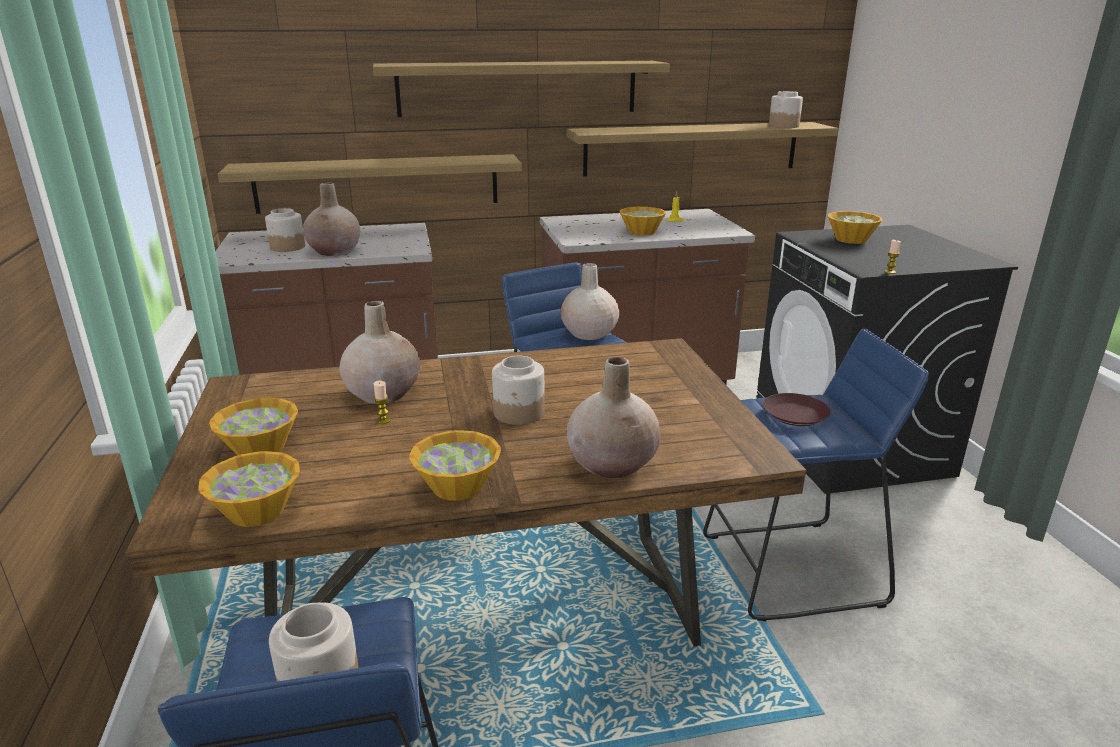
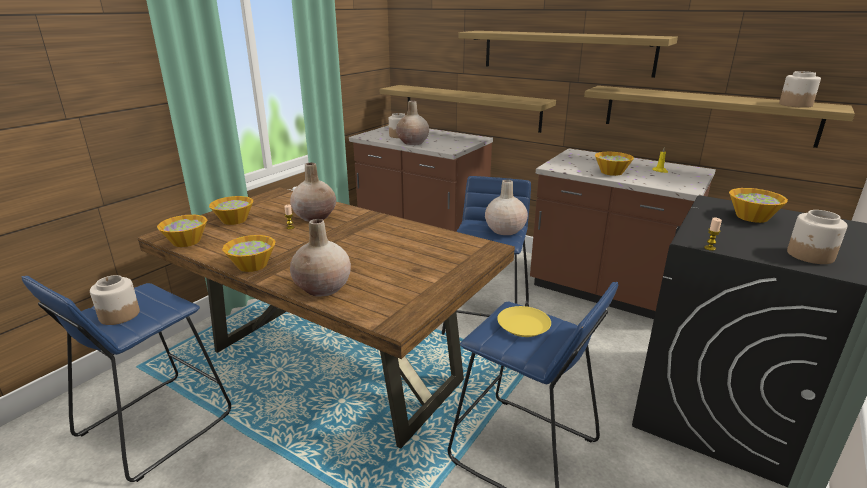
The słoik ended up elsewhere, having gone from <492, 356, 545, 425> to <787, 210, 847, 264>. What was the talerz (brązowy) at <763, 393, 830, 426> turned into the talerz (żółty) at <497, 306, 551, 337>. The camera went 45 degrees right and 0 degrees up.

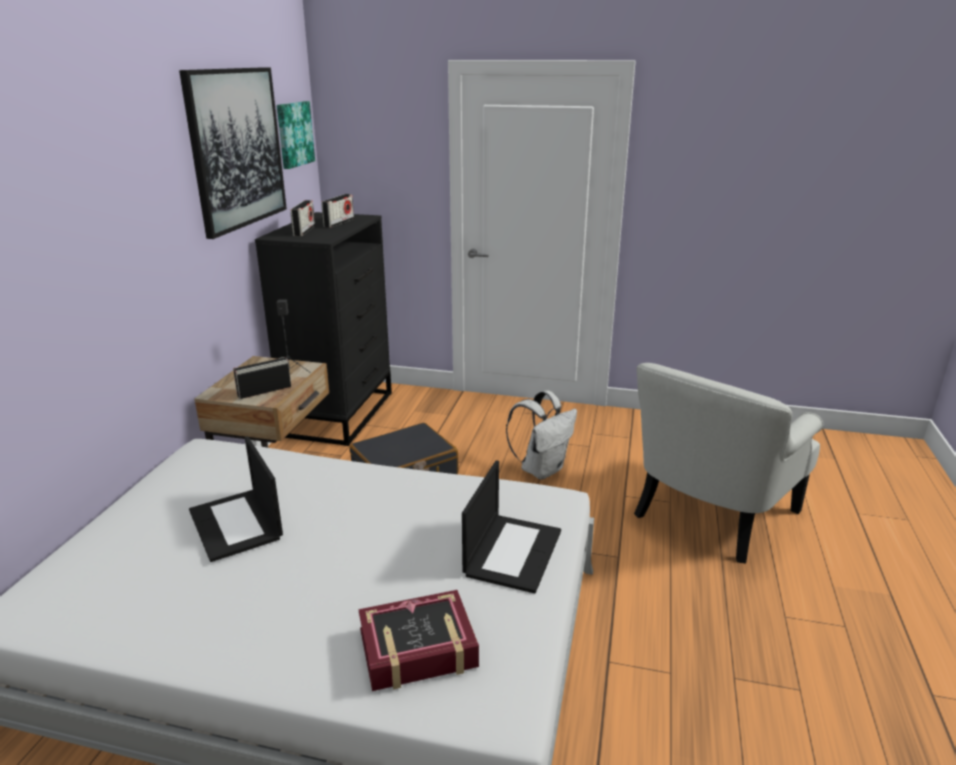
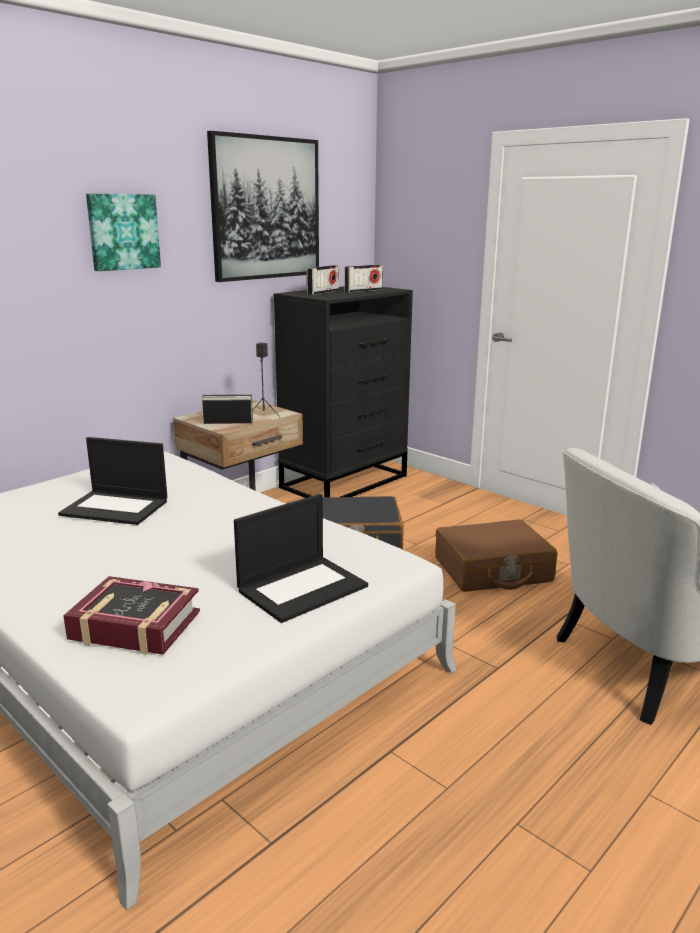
The obraz ended up elsewhere, having gone from <277, 101, 315, 169> to <86, 194, 161, 271>. Where the plecak (biały) stood at <506, 391, 577, 480>, the walizka (brązowy) came to stand at <435, 519, 557, 592>. The laptop at <189, 436, 283, 562> ended up facing another way, 75 degrees counterclockwise from before. The camera went 30 degrees right and 5 degrees down.

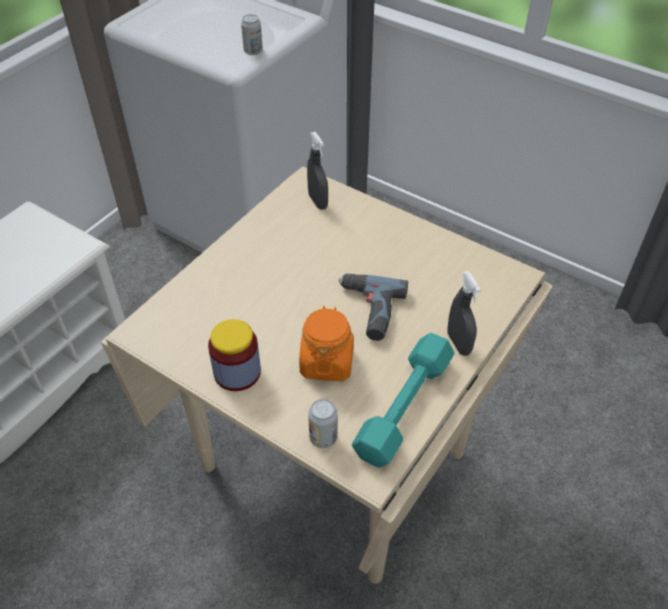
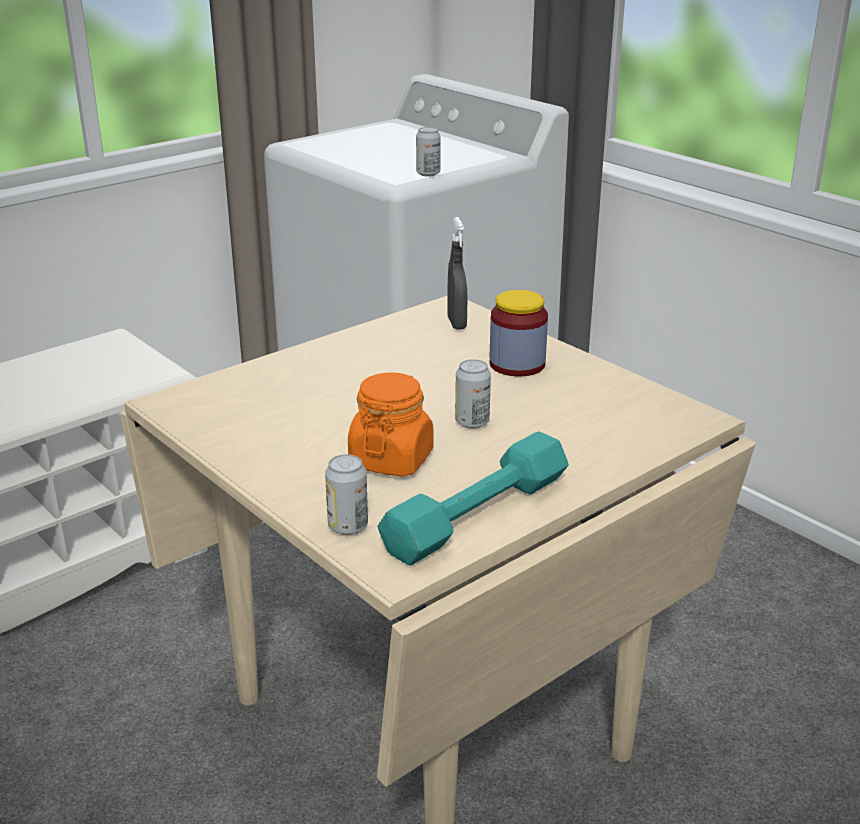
The second view lost the spryskiwacz (szary) at <448, 271, 481, 356>. The słoik ended up elsewhere, having gone from <208, 319, 261, 391> to <489, 290, 548, 377>. Where the wiertarka stood at <338, 273, 408, 341>, the puszka came to stand at <455, 359, 491, 429>. The camera went 15 degrees right and 20 degrees down.

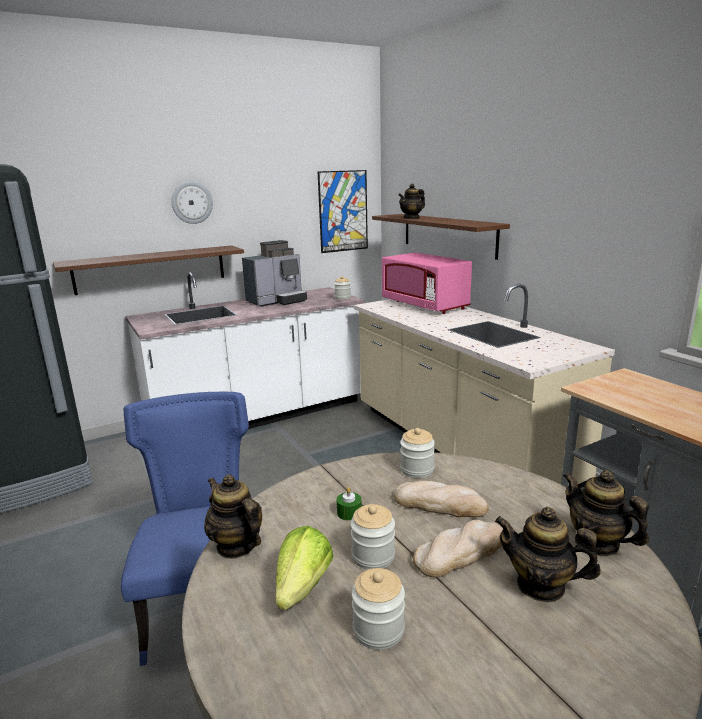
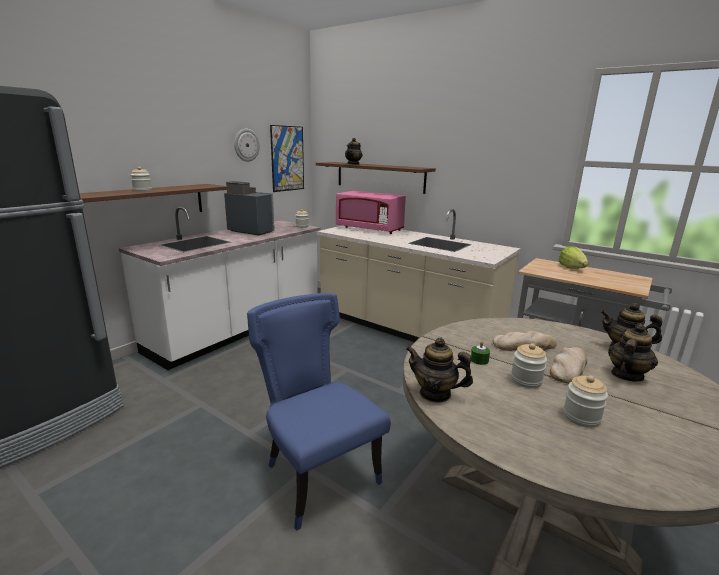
The zegar ścienny ended up elsewhere, having gone from <171, 181, 213, 224> to <234, 129, 260, 162>. The sałata ended up elsewhere, having gone from <276, 526, 334, 610> to <559, 246, 589, 269>. The słoik ended up elsewhere, having gone from <400, 428, 435, 478> to <131, 167, 152, 192>. The ekspres do kawy at <242, 240, 307, 307> ended up facing another way, 90 degrees counterclockwise from before. The imbryk at <495, 507, 601, 602> ended up facing another way, 135 degrees clockwise from before. The camera went 25 degrees left and 0 degrees up.

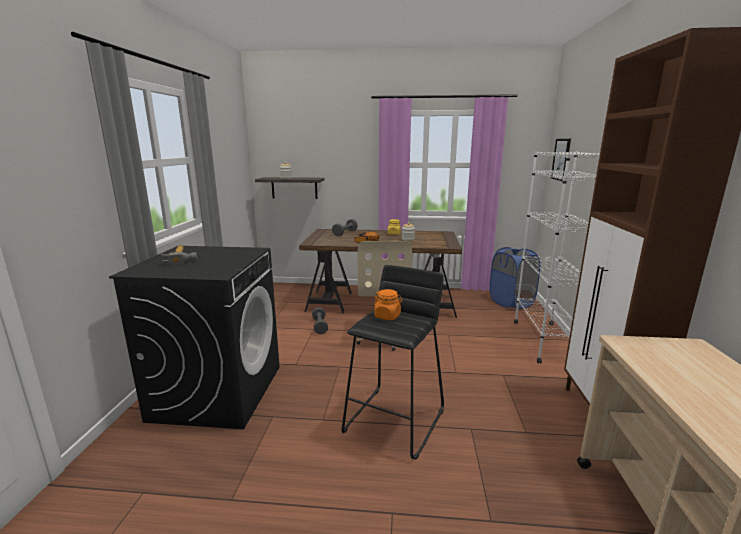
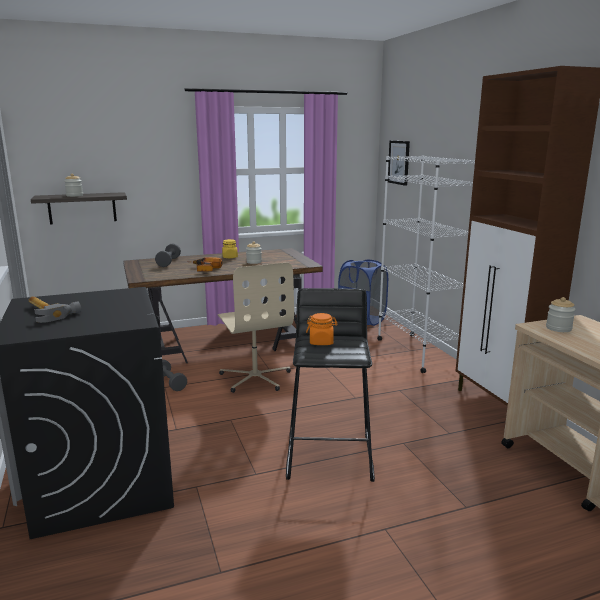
The second view gained the słoik at <546, 297, 576, 332>. The camera went 25 degrees left and 0 degrees up.

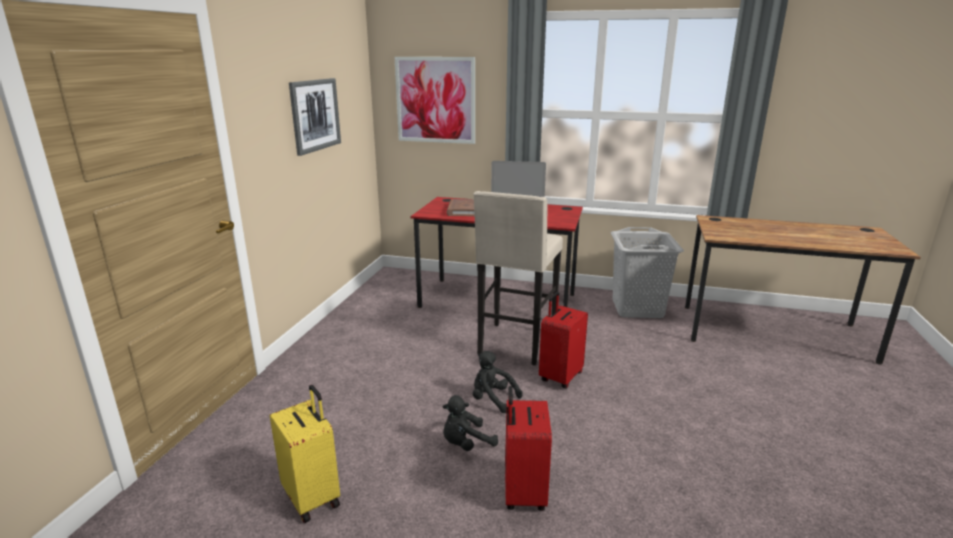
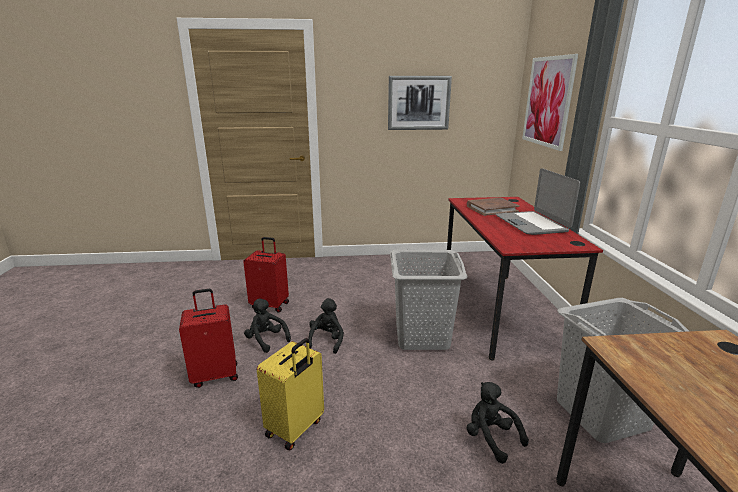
The second view gained the pluszak (czarny) at <467, 382, 529, 464>. The walizka (żółty) ended up elsewhere, having gone from <270, 385, 340, 523> to <257, 338, 324, 450>. The walizka (czerwony) ended up elsewhere, having gone from <539, 292, 588, 388> to <243, 237, 289, 313>. Where the stołek (beżowy) stood at <473, 191, 563, 365>, the kosz na pranie (szary) came to stand at <390, 250, 468, 350>. The camera went 70 degrees right and 0 degrees up.

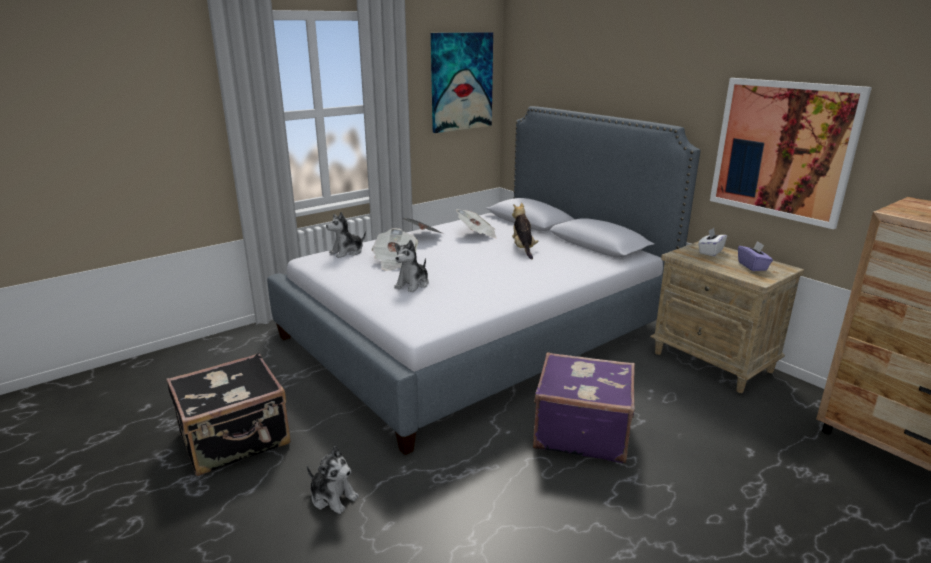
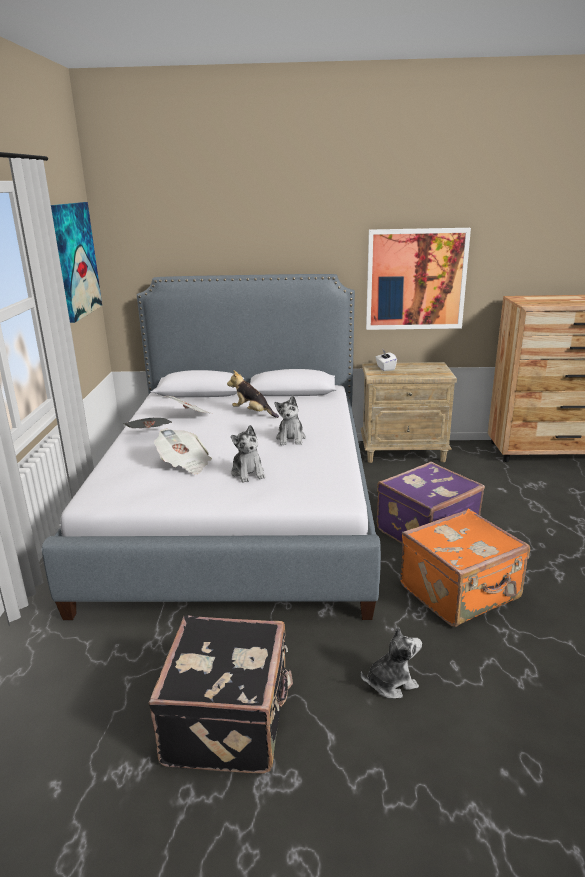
The second view lost the pudełko chusteczek (fioletowy) at <738, 241, 773, 271>. The second view gained the walizka (pomarańczowy) at <400, 509, 530, 627>. The pluszak ended up elsewhere, having gone from <326, 212, 366, 258> to <275, 396, 306, 445>. The camera went 50 degrees left and 0 degrees up.

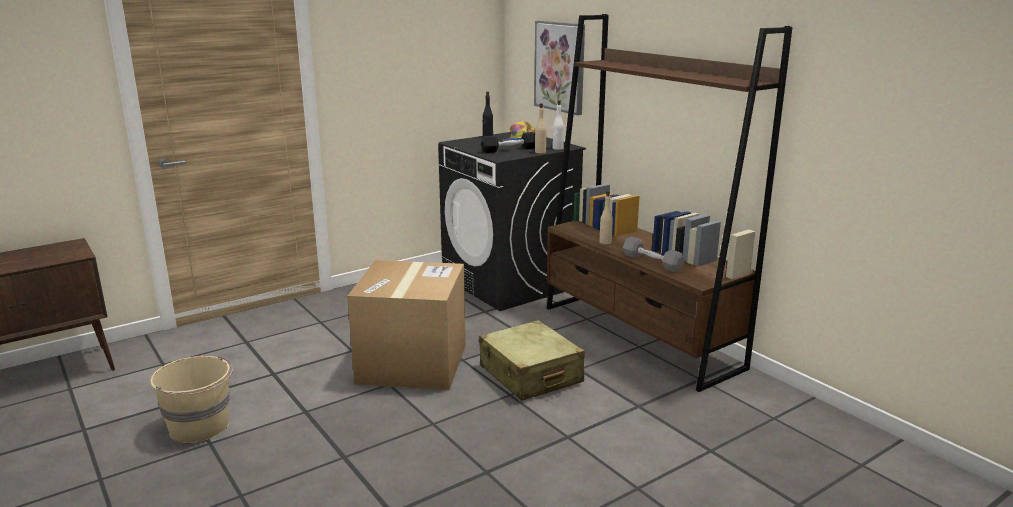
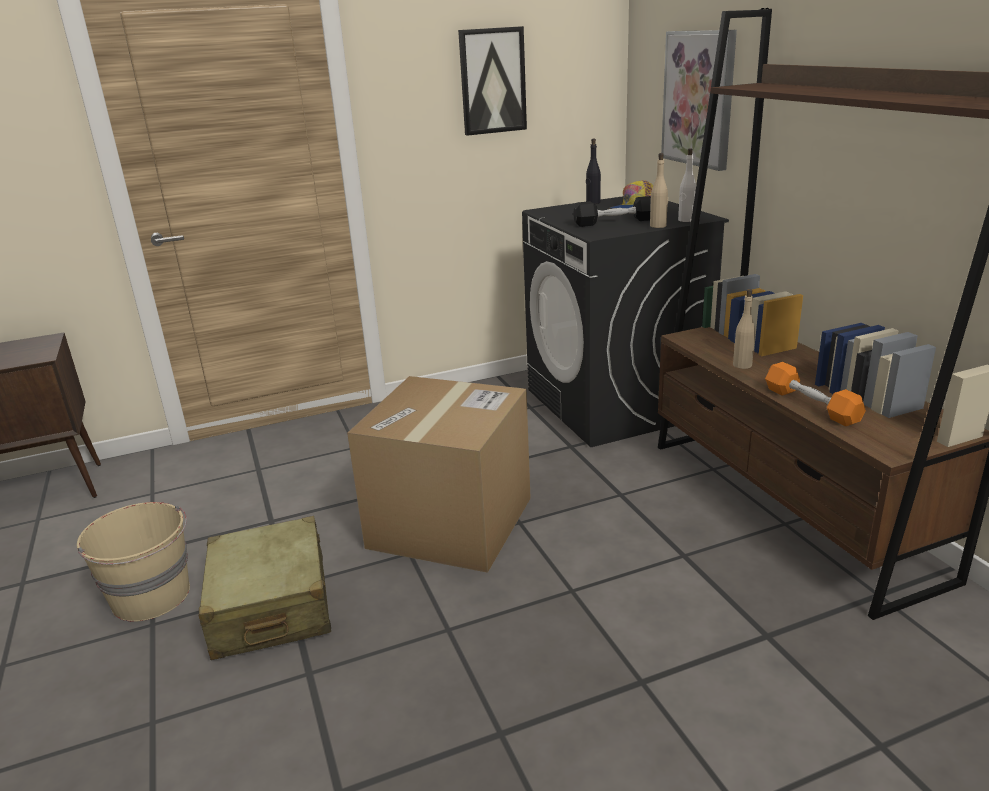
The second view gained the obraz at <458, 26, 527, 136>. The walizka (beżowy) ended up elsewhere, having gone from <479, 320, 585, 401> to <198, 516, 331, 660>. What was the hantel (szary) at <622, 237, 685, 272> turned into the hantel (pomarańczowy) at <765, 362, 866, 426>. The camera went 15 degrees right and 5 degrees up.

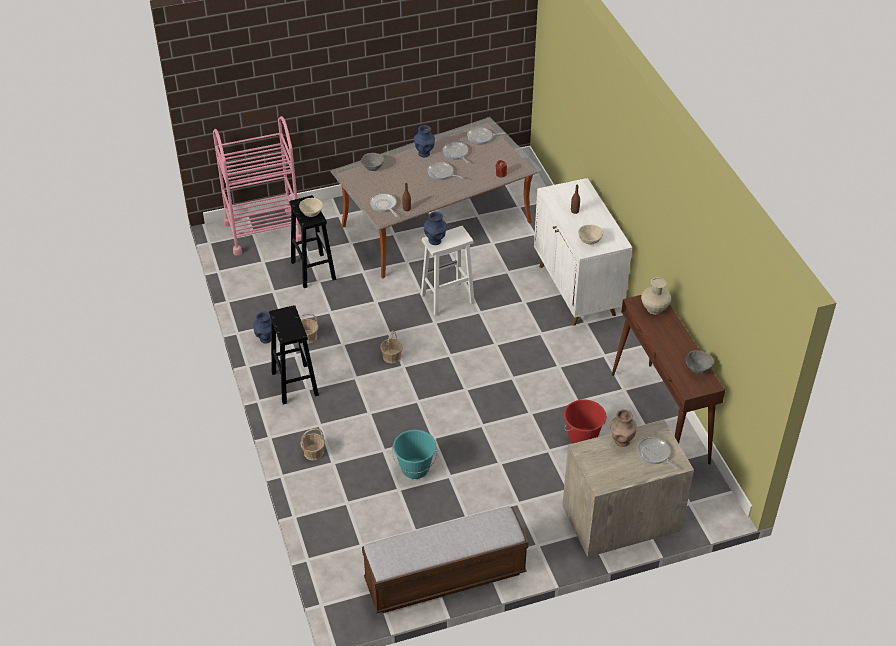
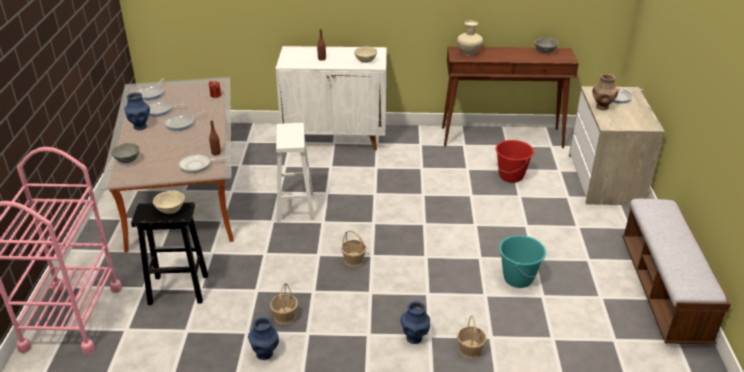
The second view lost the stołek (czarny) at <269, 305, 319, 405>. The wazon (niebieski) ended up elsewhere, having gone from <424, 211, 447, 245> to <401, 301, 430, 344>. The camera went 70 degrees left and 10 degrees down.

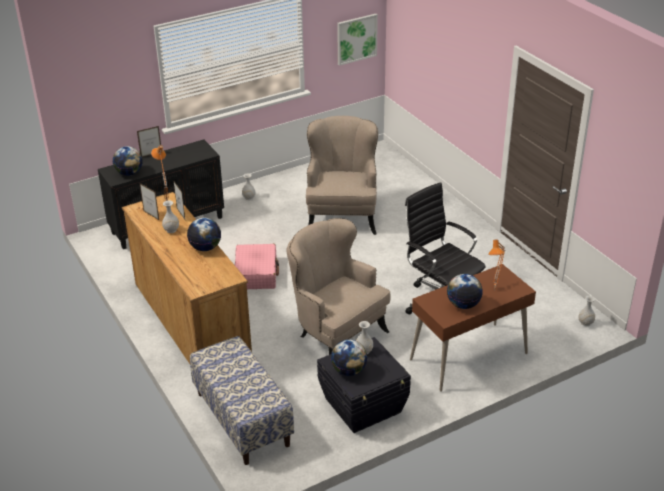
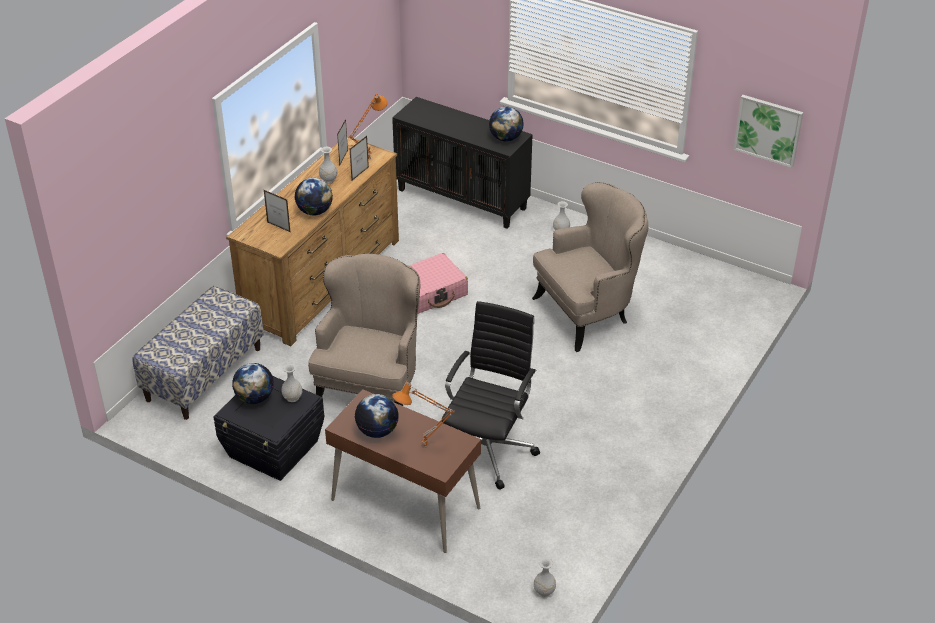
The globus ended up elsewhere, having gone from <113, 146, 143, 176> to <489, 107, 524, 142>. The ramka na zdjęcie ended up elsewhere, having gone from <137, 126, 161, 157> to <264, 190, 290, 232>. The camera went 60 degrees right and 5 degrees up.

